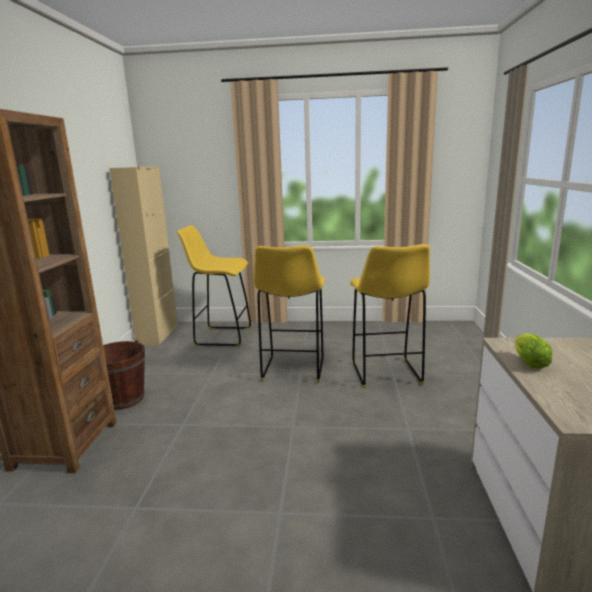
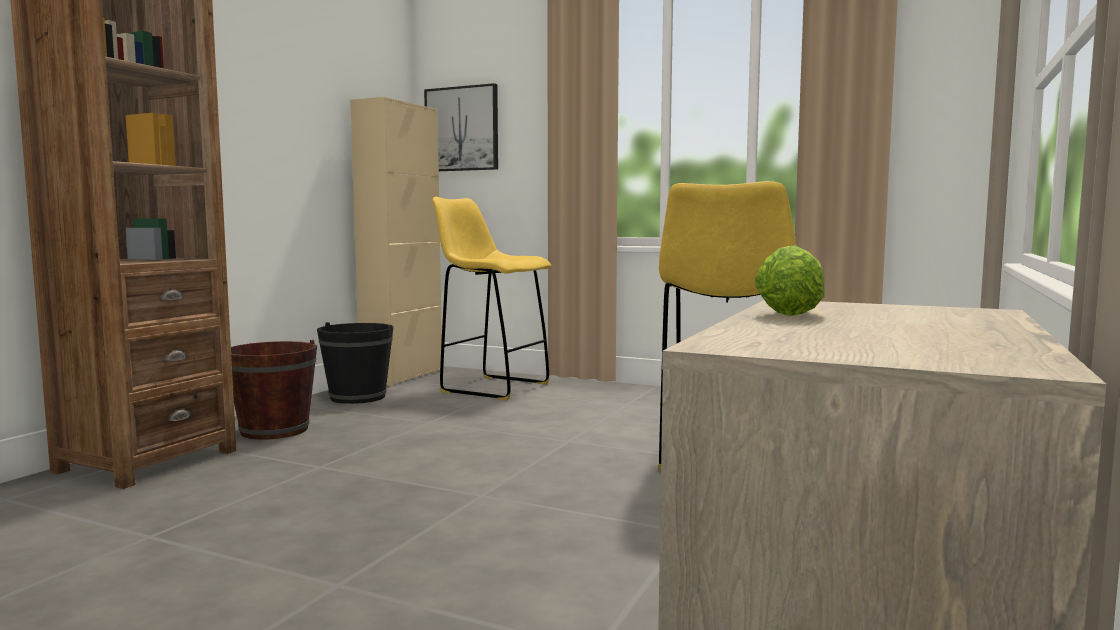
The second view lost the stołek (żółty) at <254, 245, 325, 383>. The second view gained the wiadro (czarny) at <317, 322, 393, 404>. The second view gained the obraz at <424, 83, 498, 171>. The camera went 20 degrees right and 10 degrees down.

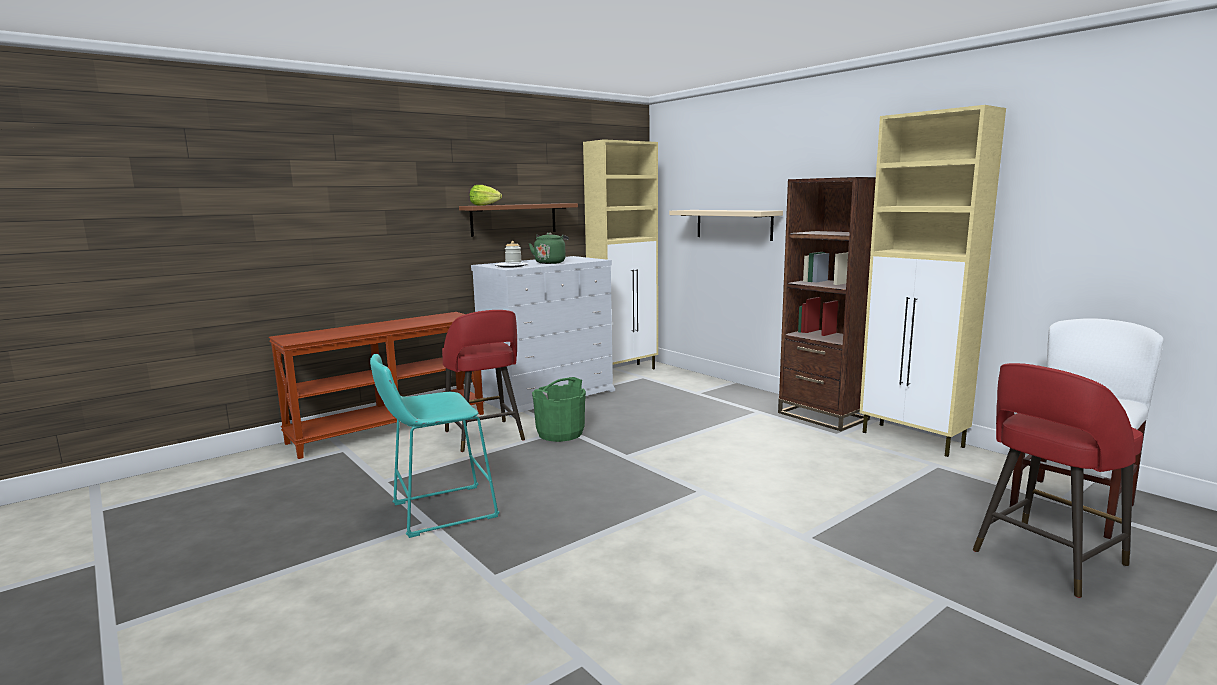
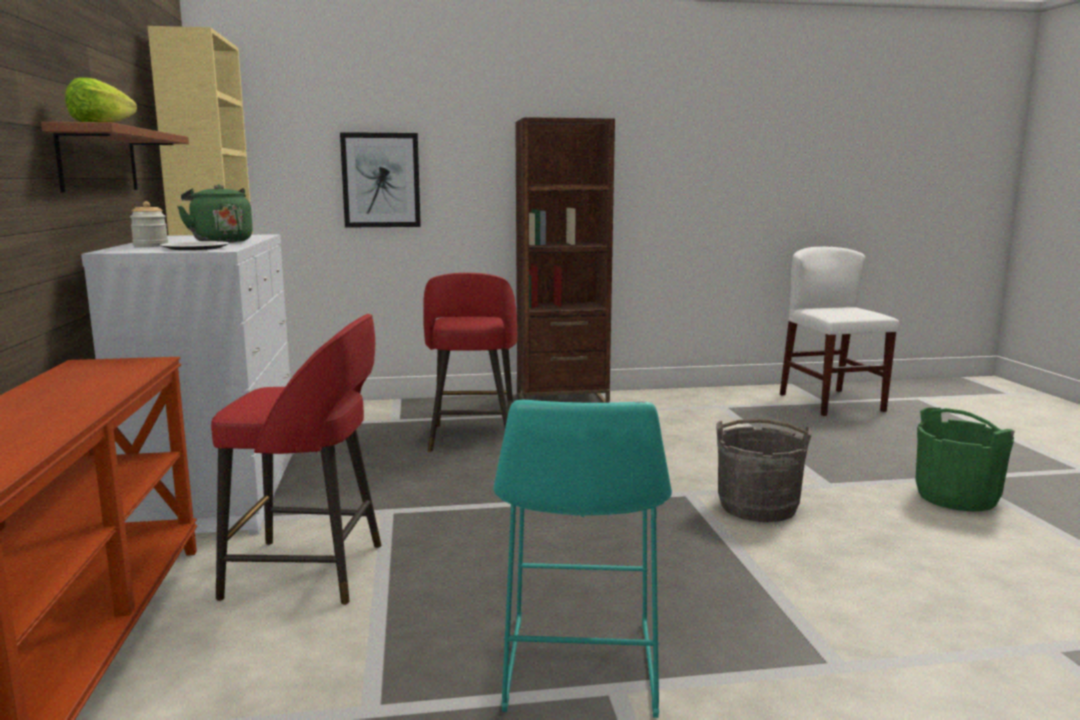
The second view lost the szafka (beżowy) at <860, 105, 1006, 457>. The second view gained the wiadro (szary) at <716, 419, 812, 522>. The wiadro (zielony) ended up elsewhere, having gone from <532, 377, 586, 442> to <915, 408, 1015, 512>. The stołek (czerwony) ended up elsewhere, having gone from <973, 363, 1143, 598> to <423, 273, 517, 452>. Where the półka (beżowy) hung at <669, 210, 783, 241>, the obraz came to hang at <340, 132, 421, 228>. The camera went 60 degrees left and 0 degrees up.

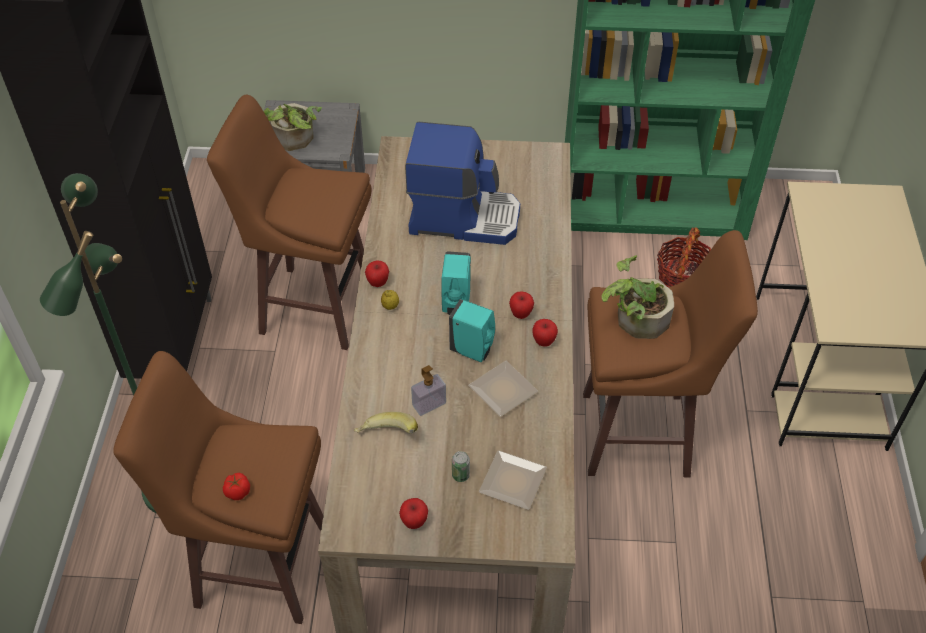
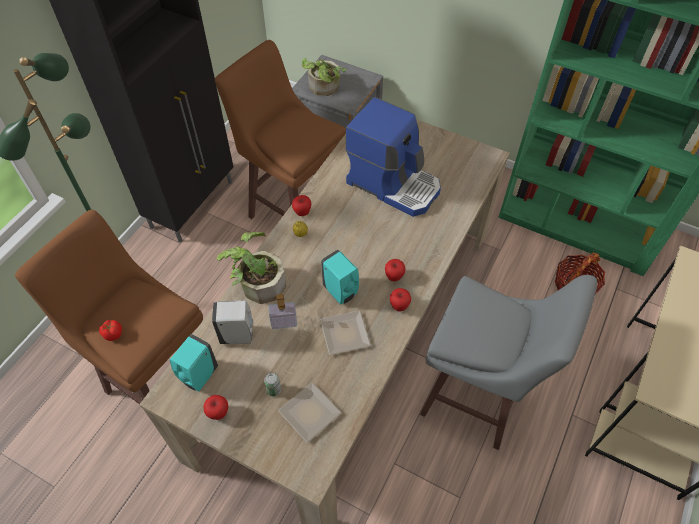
The dozownik mydła (turkusowy) ended up elsewhere, having gone from <441, 252, 471, 315> to <170, 334, 218, 391>. The roślina doniczkowa ended up elsewhere, having gone from <601, 255, 674, 339> to <217, 232, 286, 304>. Where the banan stood at <354, 412, 418, 434>, the dozownik mydła (biały) came to stand at <212, 300, 253, 344>. What was the stołek (brązowy) at <583, 230, 758, 477> turned into the stołek (szary) at <420, 275, 597, 450>. The camera went 25 degrees right and 5 degrees up.

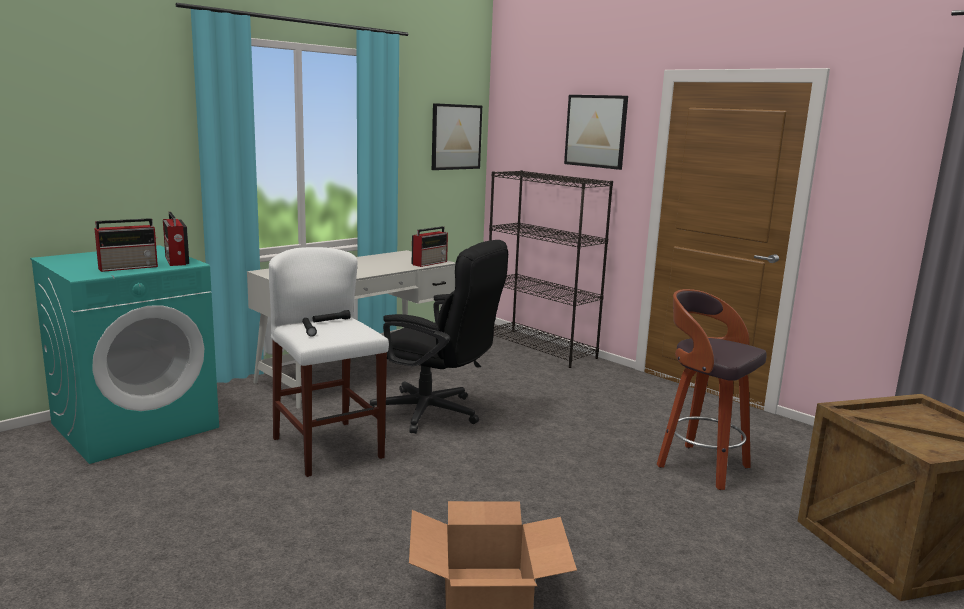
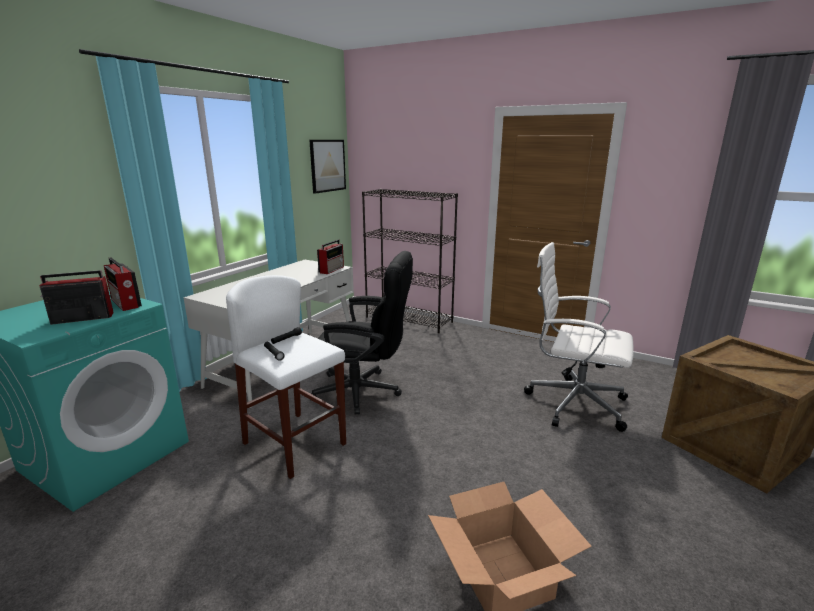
The second view lost the obraz at <564, 95, 628, 170>. Where the stołek stood at <657, 289, 766, 490>, the krzesło biurowe (biały) came to stand at <524, 242, 634, 432>. The radio at <94, 218, 158, 272> ended up facing another way, 150 degrees counterclockwise from before. The camera went 15 degrees left and 5 degrees up.

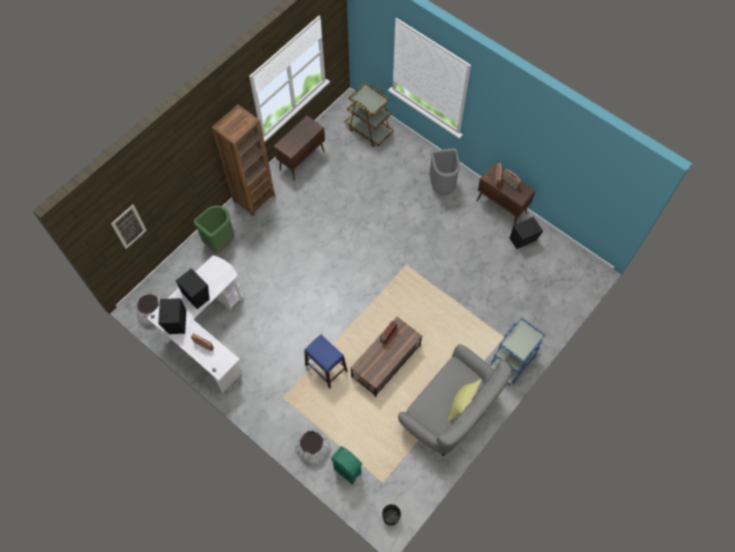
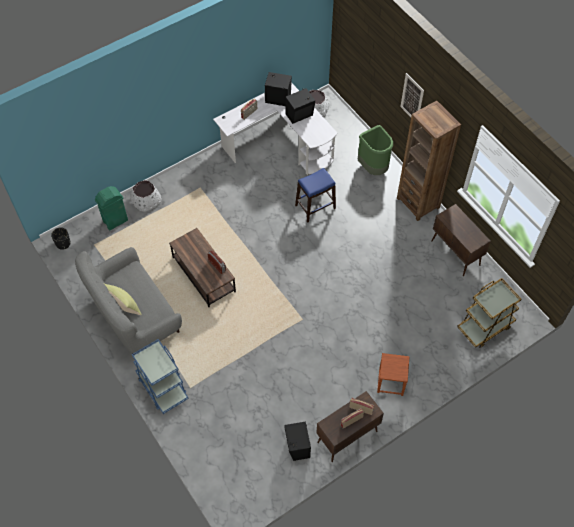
The obraz ended up elsewhere, having gone from <111, 205, 147, 249> to <400, 73, 424, 117>. The stołek (niebieski) ended up elsewhere, having gone from <304, 334, 348, 389> to <295, 168, 336, 223>. Where the kosz na śmieci (szary) stood at <429, 148, 460, 195>, the stołek (brązowy) came to stand at <377, 353, 409, 396>. The camera went 105 degrees right and 5 degrees down.

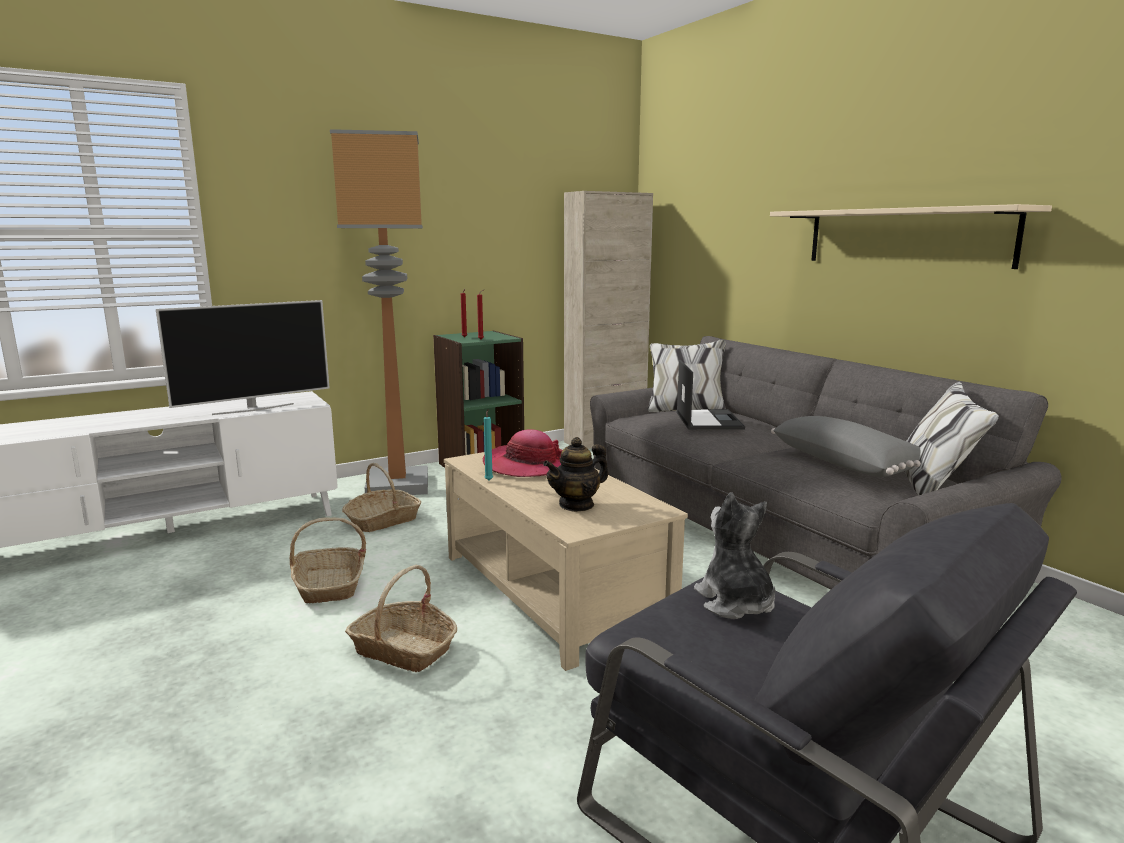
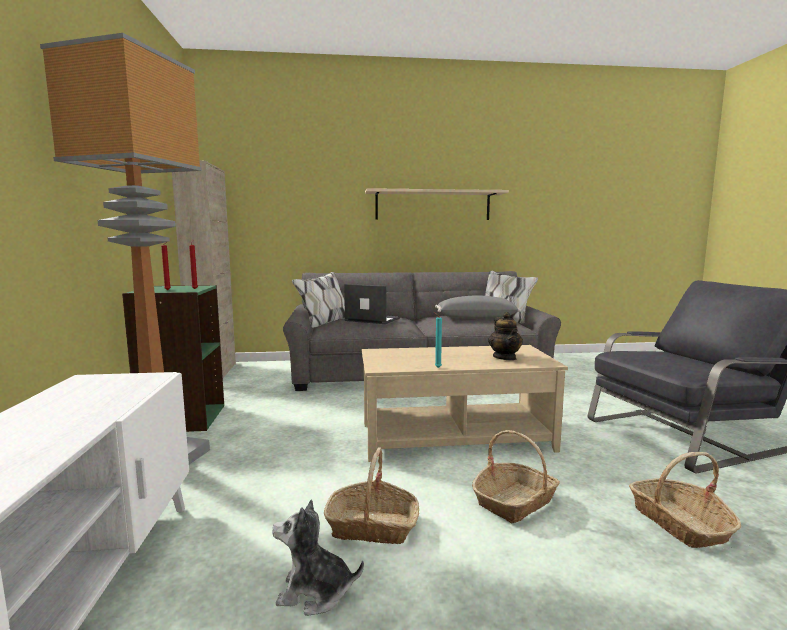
The second view lost the telewizor at <156, 300, 330, 415>. The second view lost the kapelusz at <483, 429, 562, 477>. The koszyk ended up elsewhere, having gone from <342, 463, 421, 532> to <629, 452, 741, 548>. The pluszak ended up elsewhere, having gone from <694, 492, 775, 619> to <272, 499, 364, 616>. The camera went 65 degrees left and 5 degrees down.

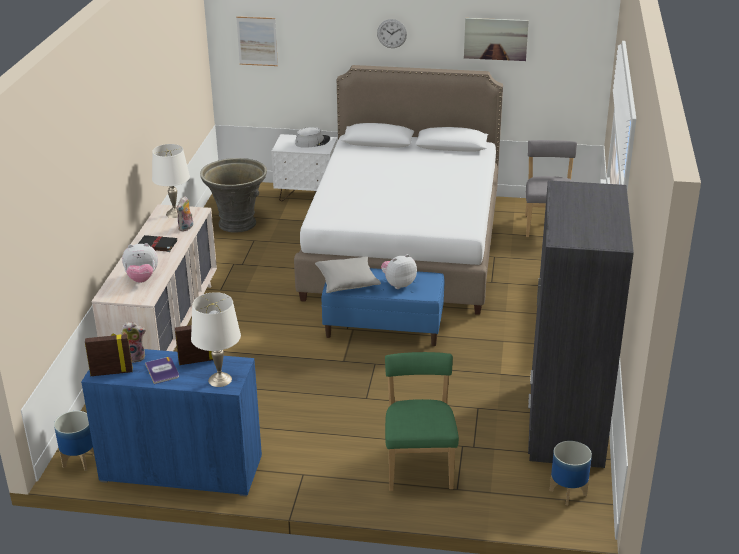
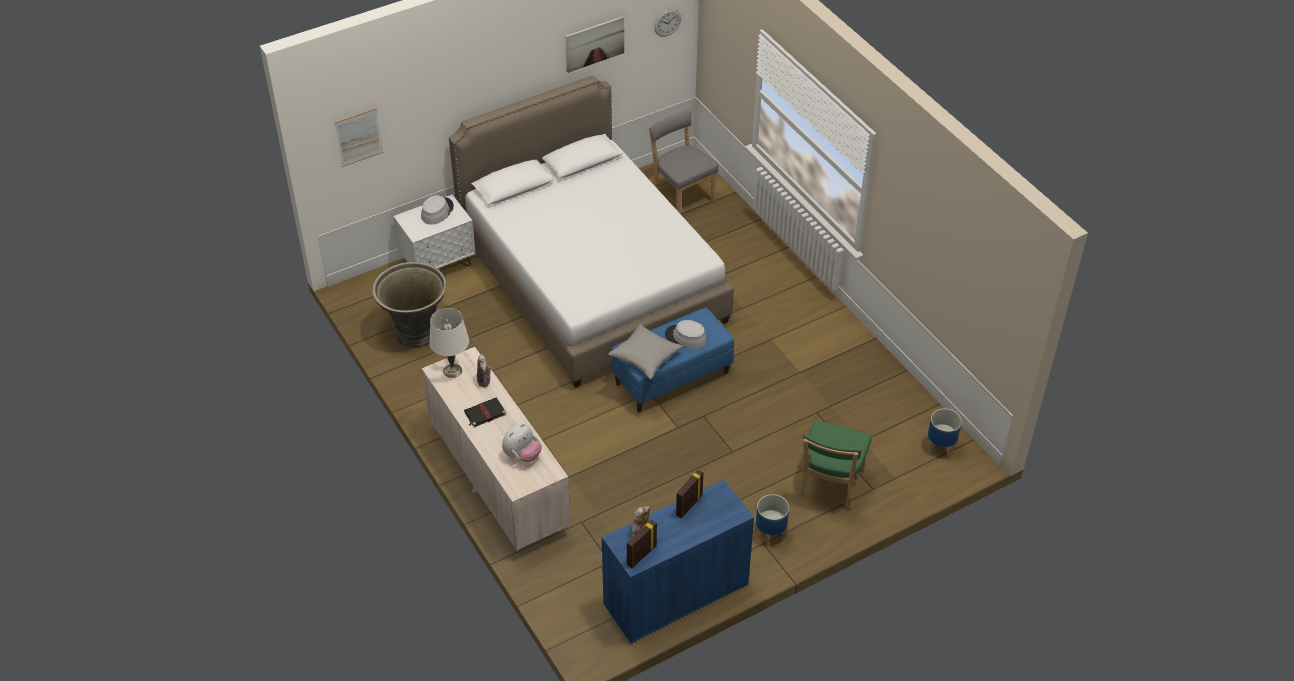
The second view lost the książka at <145, 357, 179, 384>. The second view lost the lampa stołowa (biały) at <191, 292, 241, 387>. The second view lost the szafa (szary) at <528, 180, 634, 468>. The donica ended up elsewhere, having gone from <54, 411, 95, 471> to <755, 494, 789, 547>. The zegar ścienny ended up elsewhere, having gone from <377, 19, 407, 48> to <654, 9, 681, 37>. Where the pluszak stood at <381, 254, 417, 289>, the kapelusz (szary) came to stand at <665, 320, 707, 349>. The krzesło (zielony) at <385, 352, 459, 491> ended up facing another way, 120 degrees counterclockwise from before. The camera went 40 degrees left and 15 degrees up.

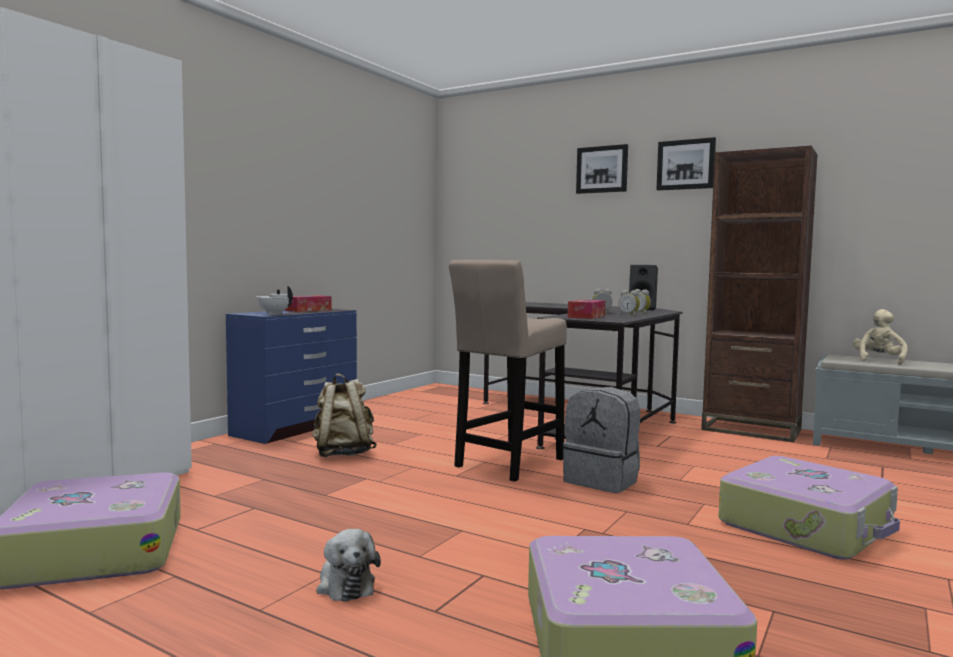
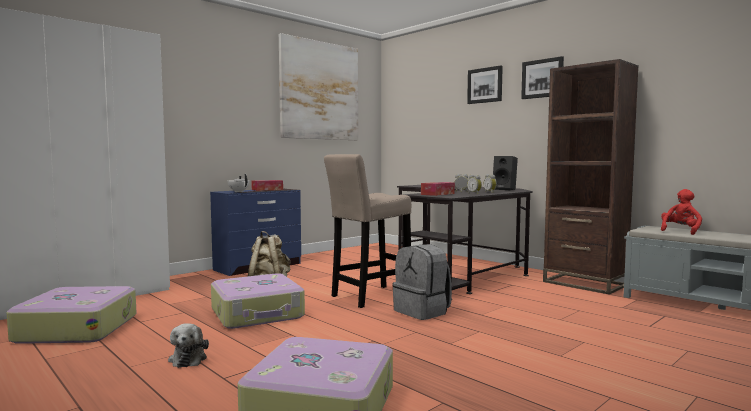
The second view gained the obraz at <279, 33, 358, 140>. The walizka ended up elsewhere, having gone from <719, 456, 900, 560> to <211, 273, 305, 329>. What was the pluszak (beżowy) at <853, 309, 908, 365> turned into the pluszak (czerwony) at <661, 189, 702, 235>. The camera went 15 degrees right and 0 degrees up.

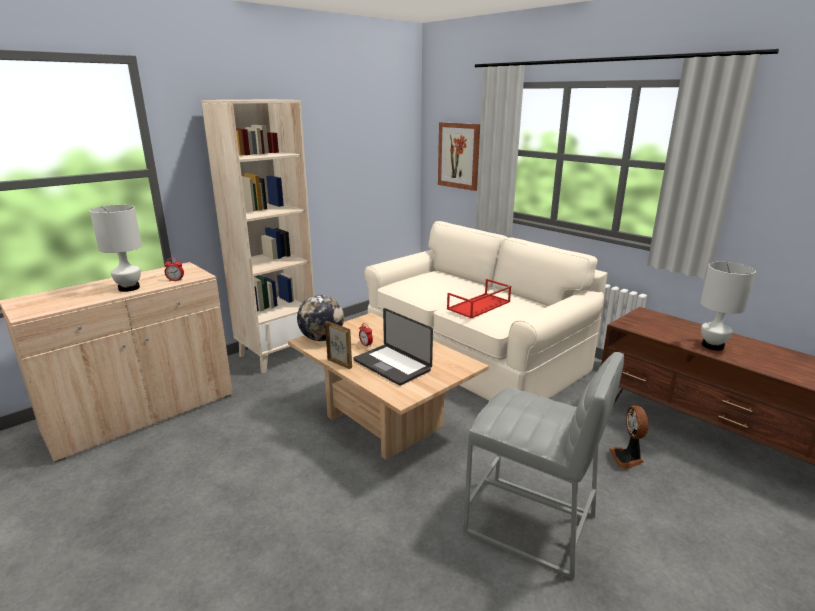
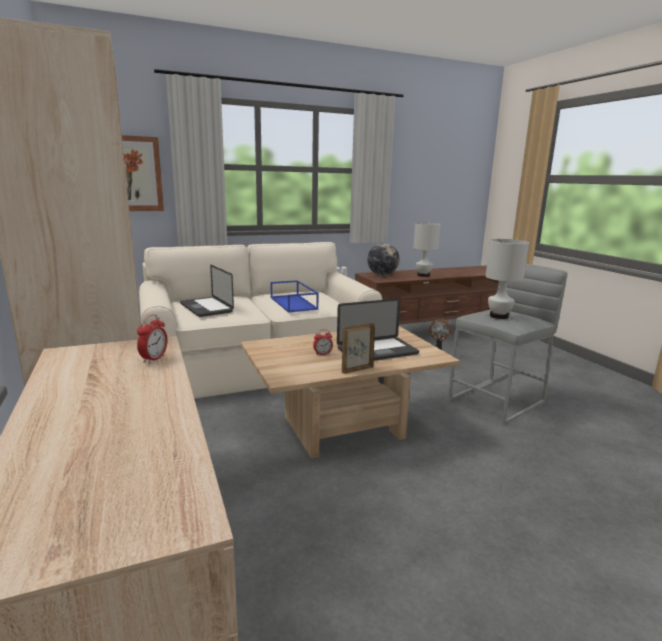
The second view gained the laptop at <180, 265, 234, 317>. The lampa stołowa (biały) ended up elsewhere, having gone from <90, 205, 142, 292> to <486, 239, 529, 319>. The globus ended up elsewhere, having gone from <297, 295, 344, 341> to <367, 243, 400, 276>. What was the taca (czerwony) at <447, 279, 511, 319> turned into the taca (niebieski) at <271, 280, 319, 313>. The camera went 70 degrees left and 5 degrees down.

